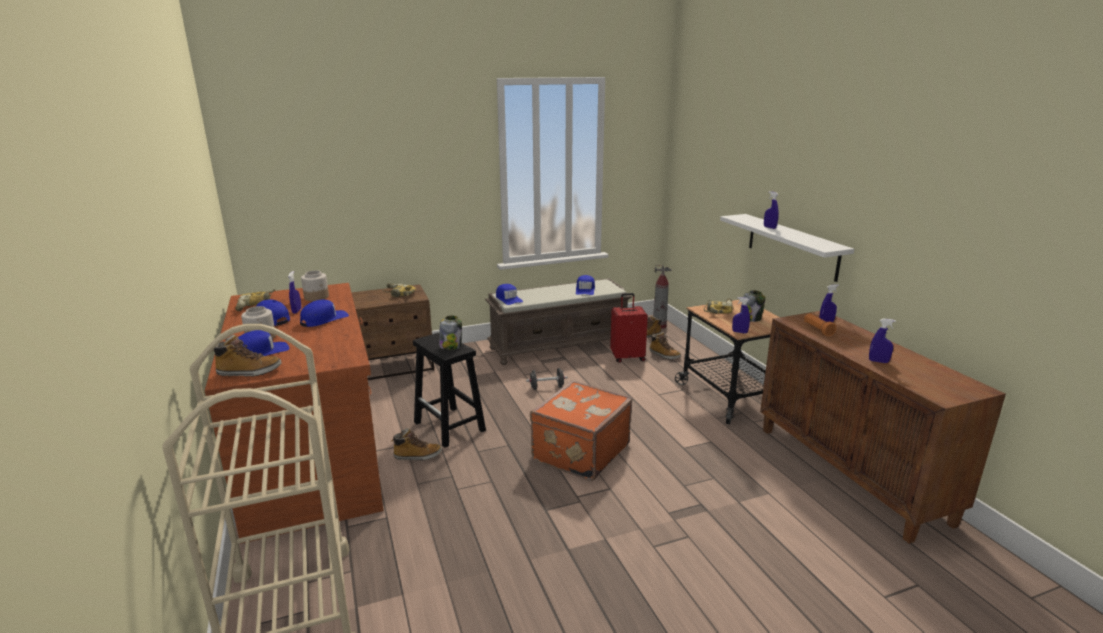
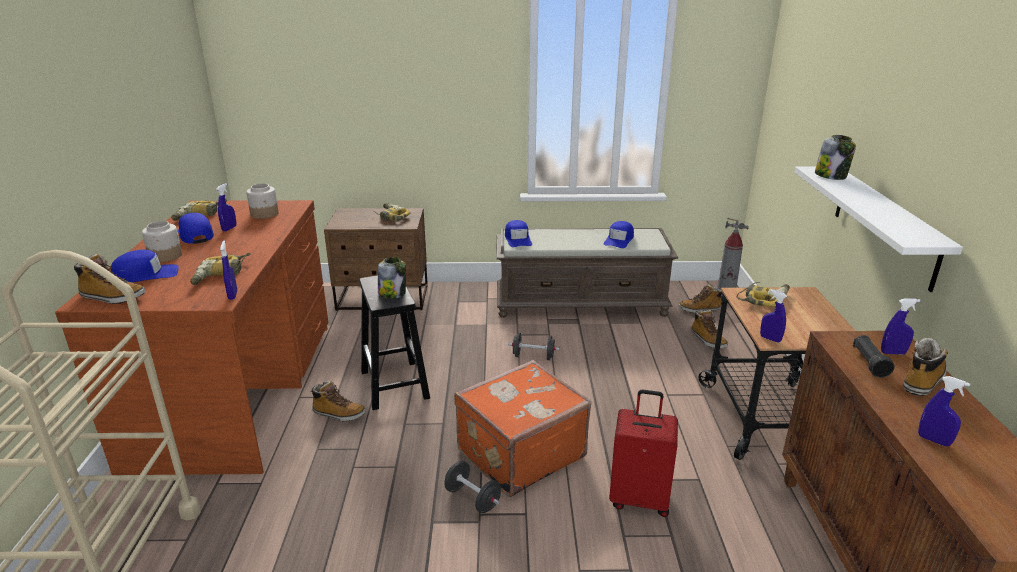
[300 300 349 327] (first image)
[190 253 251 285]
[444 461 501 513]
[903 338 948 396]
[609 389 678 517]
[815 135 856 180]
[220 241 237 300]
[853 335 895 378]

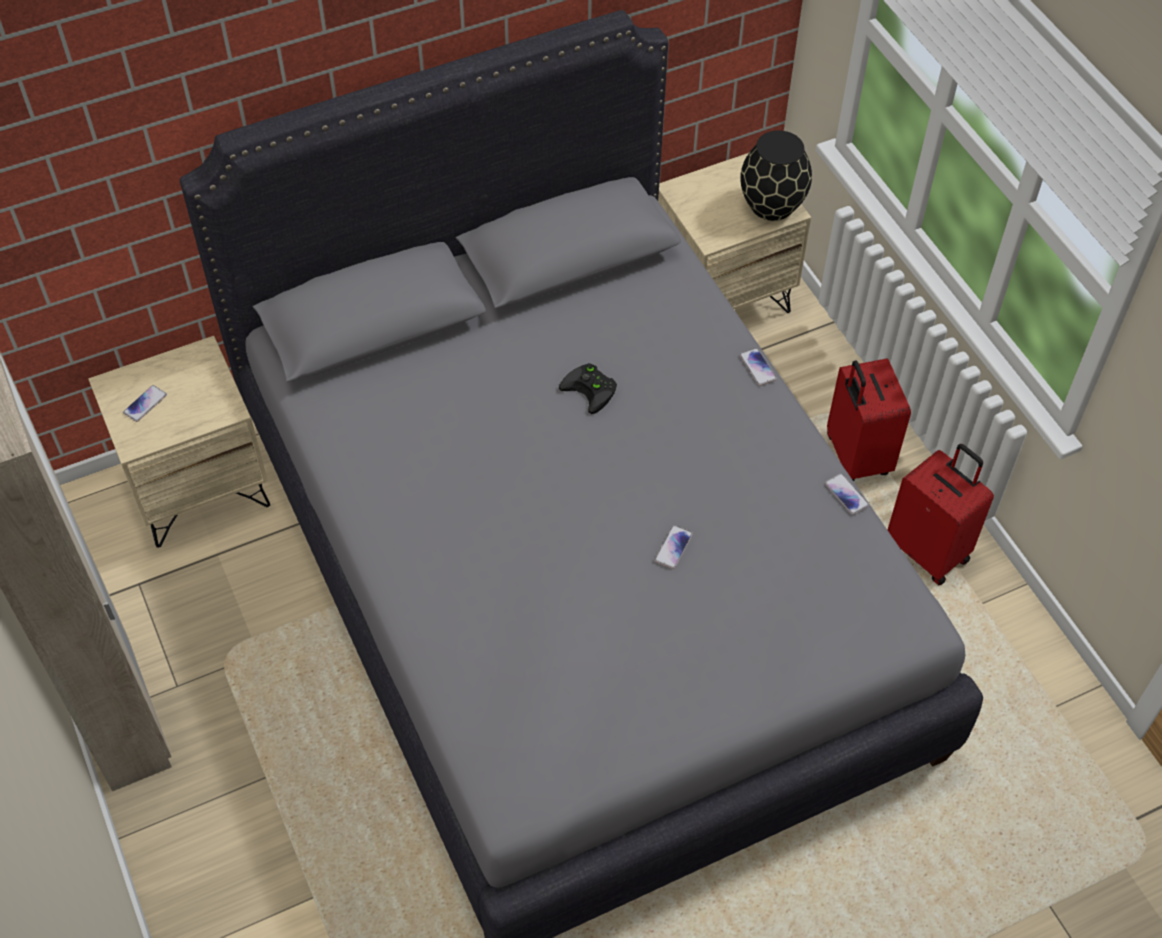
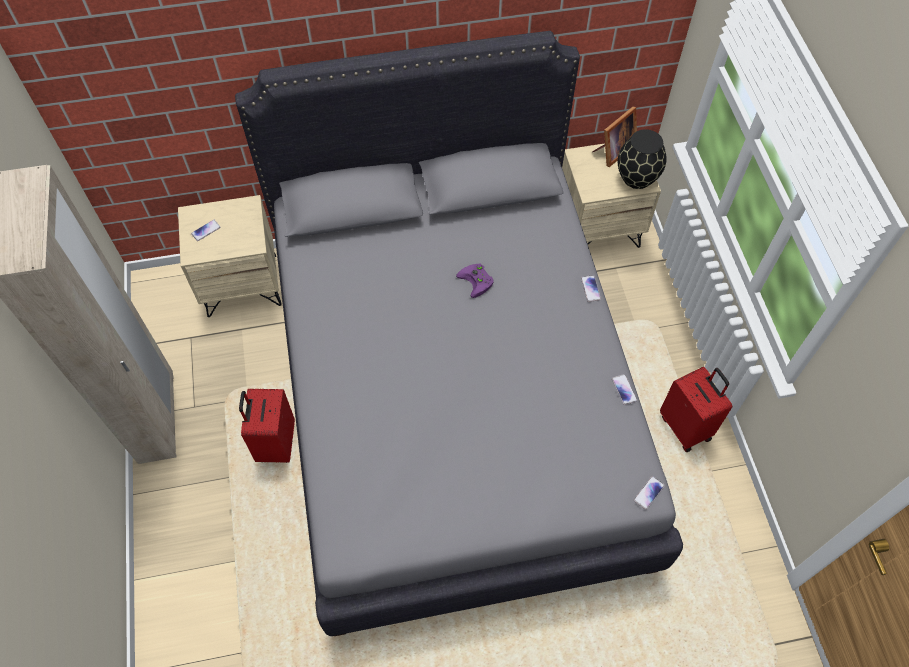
[592 106 637 167]
[634 476 665 510]
[239 389 295 463]
[456 263 494 298]

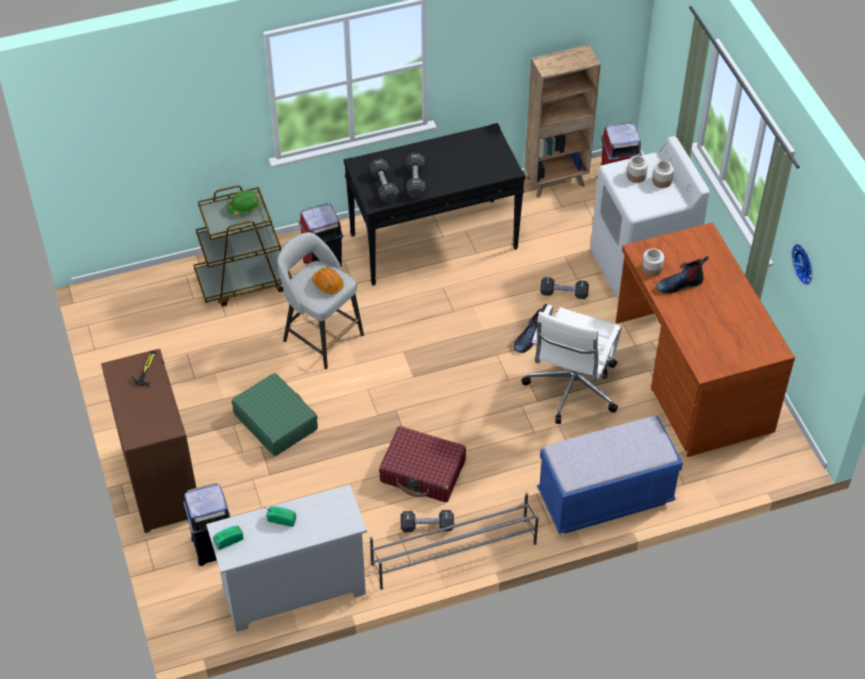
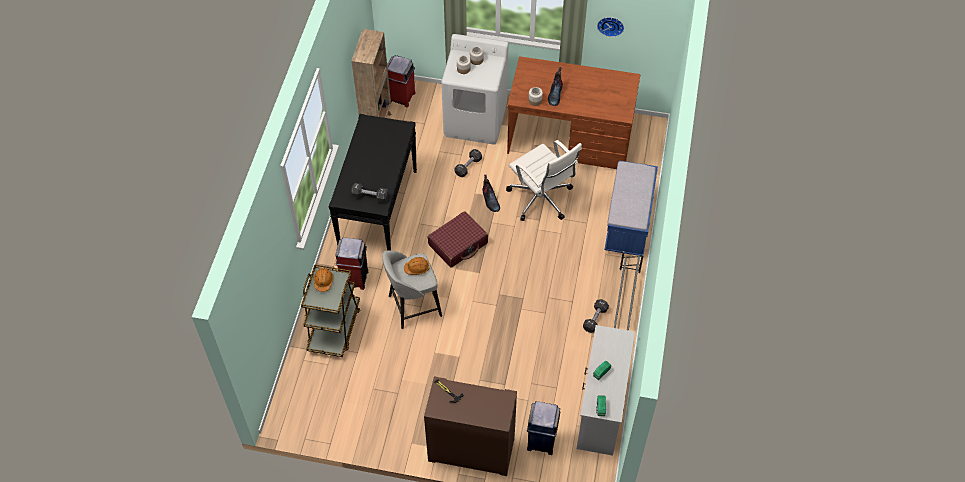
[232 373 318 456] (first image)
[406 153 425 197] (first image)
[428 211 488 268]
[314 268 333 292]

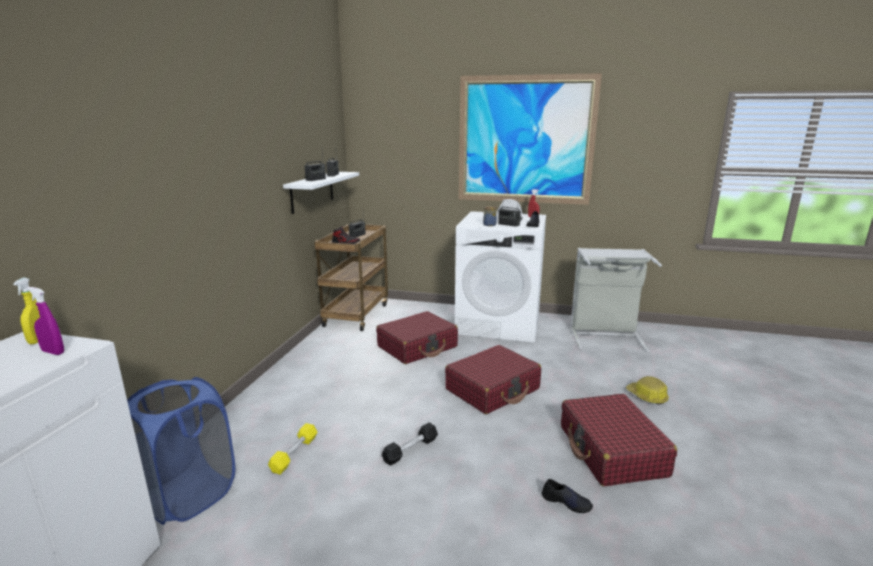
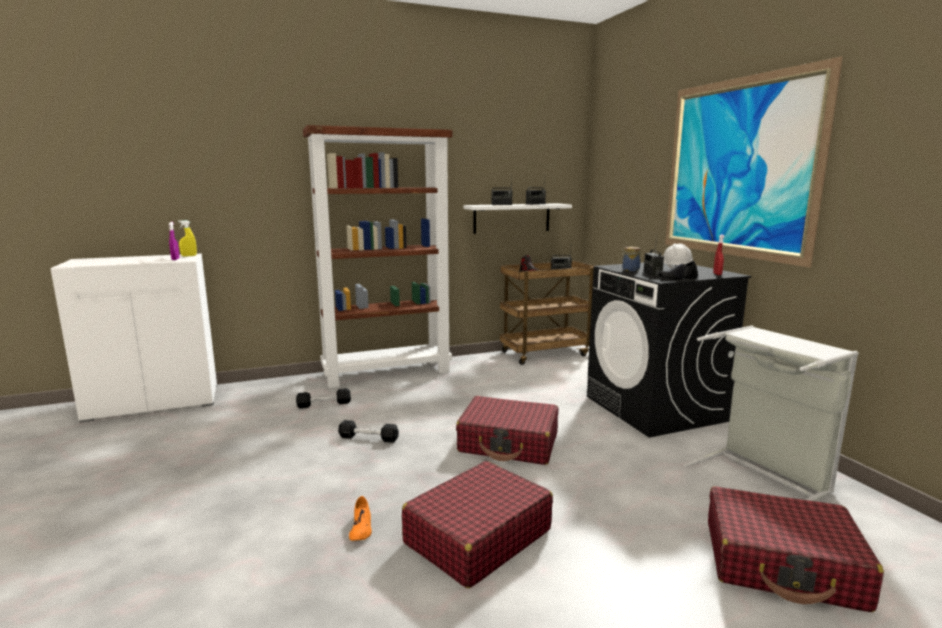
[127 377 235 525] (first image)
[626 376 669 405] (first image)
[303 125 452 388]
[708 486 884 612]
[296 388 351 409]
[587 263 751 438]
[349 496 372 541]

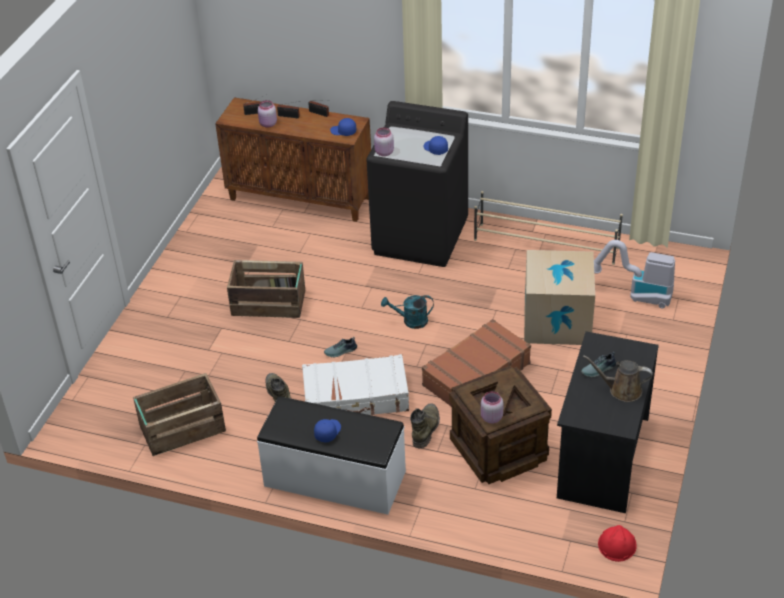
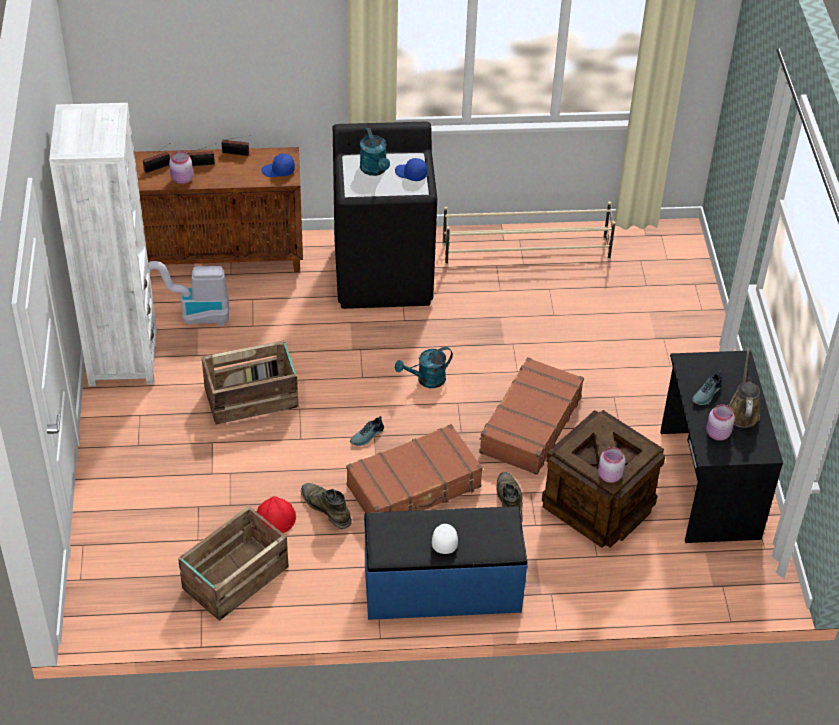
[524 250 595 345] (first image)
[49 103 157 386]
[360 128 390 176]
[706 404 735 441]
[148 261 229 326]
[256 496 296 533]
[364 506 528 620]
[346 424 483 513]
[432 524 458 554]
[728 348 760 428]

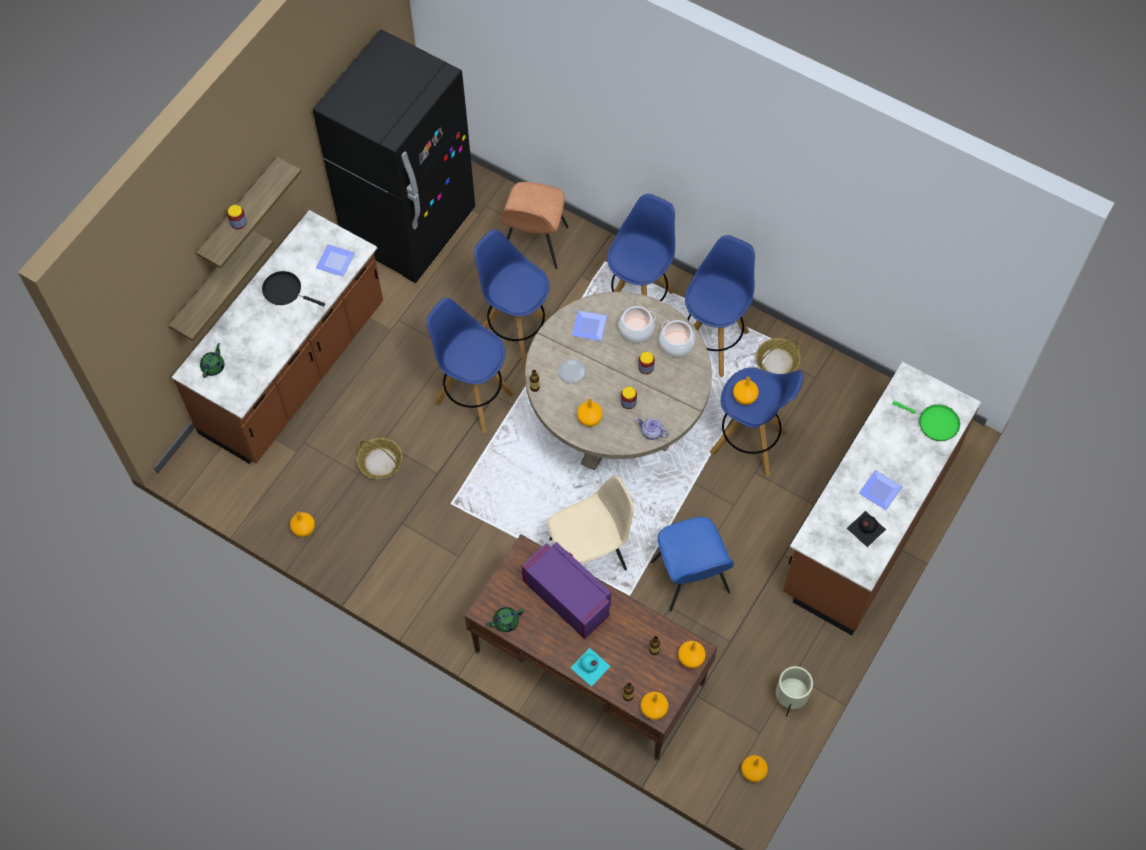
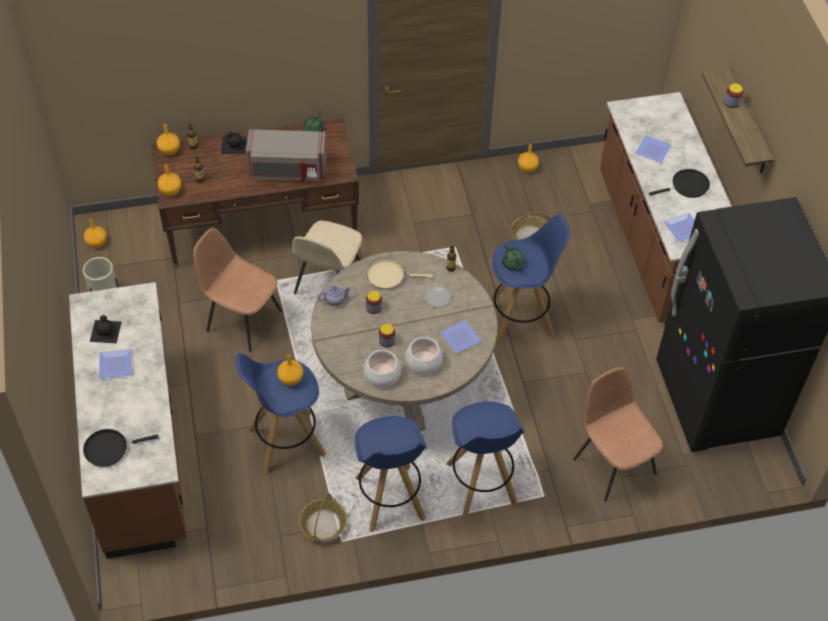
[168 231 273 341] (first image)
[474 229 549 367] (first image)
[635 135 671 163]
[502 244 525 271]
[366 258 433 290]
[246 129 327 181]
[221 131 247 154]
[193 228 282 352]
[83 429 159 467]

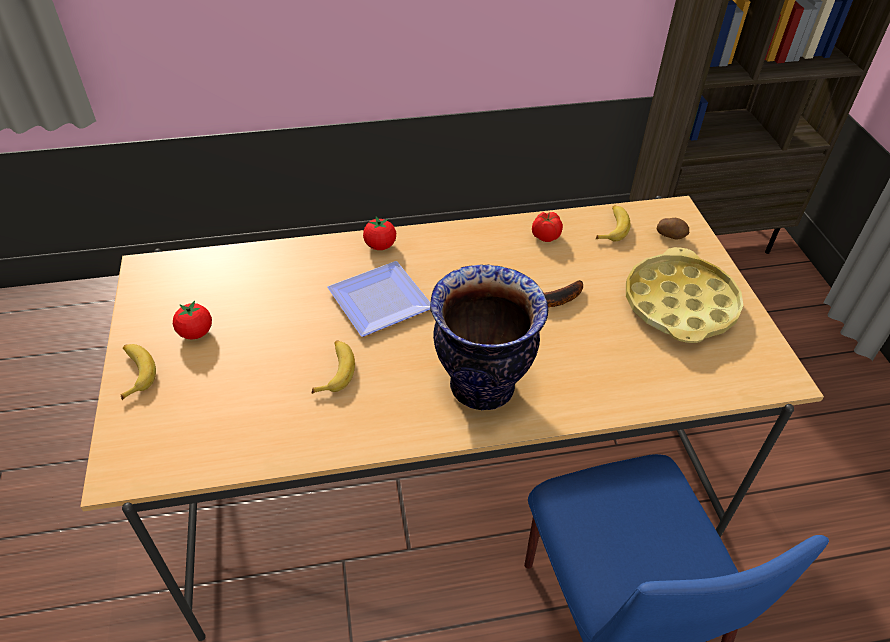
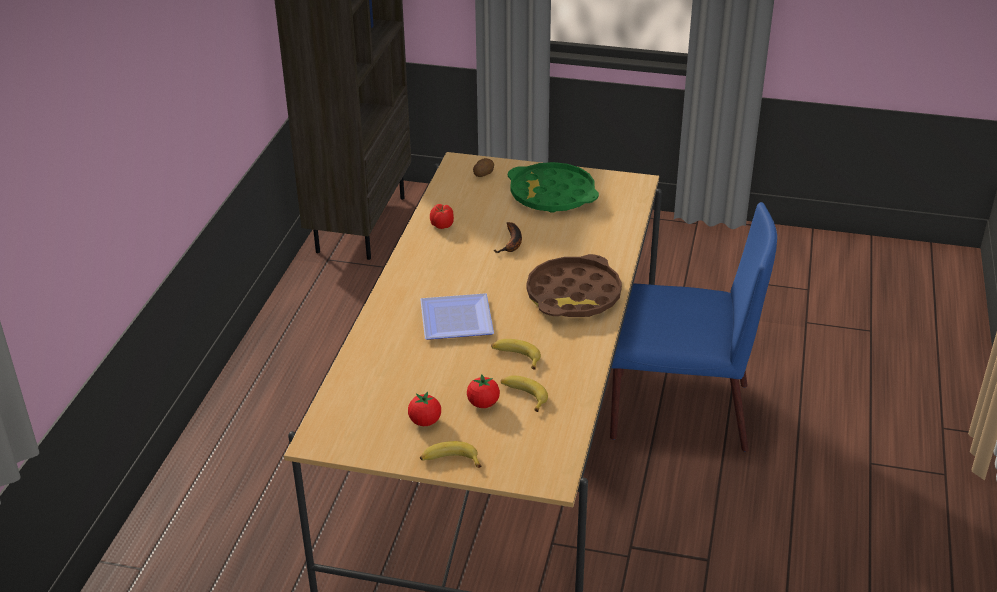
[467 374 500 408]
[501 375 548 412]
[526 254 622 317]
[508 162 599 213]

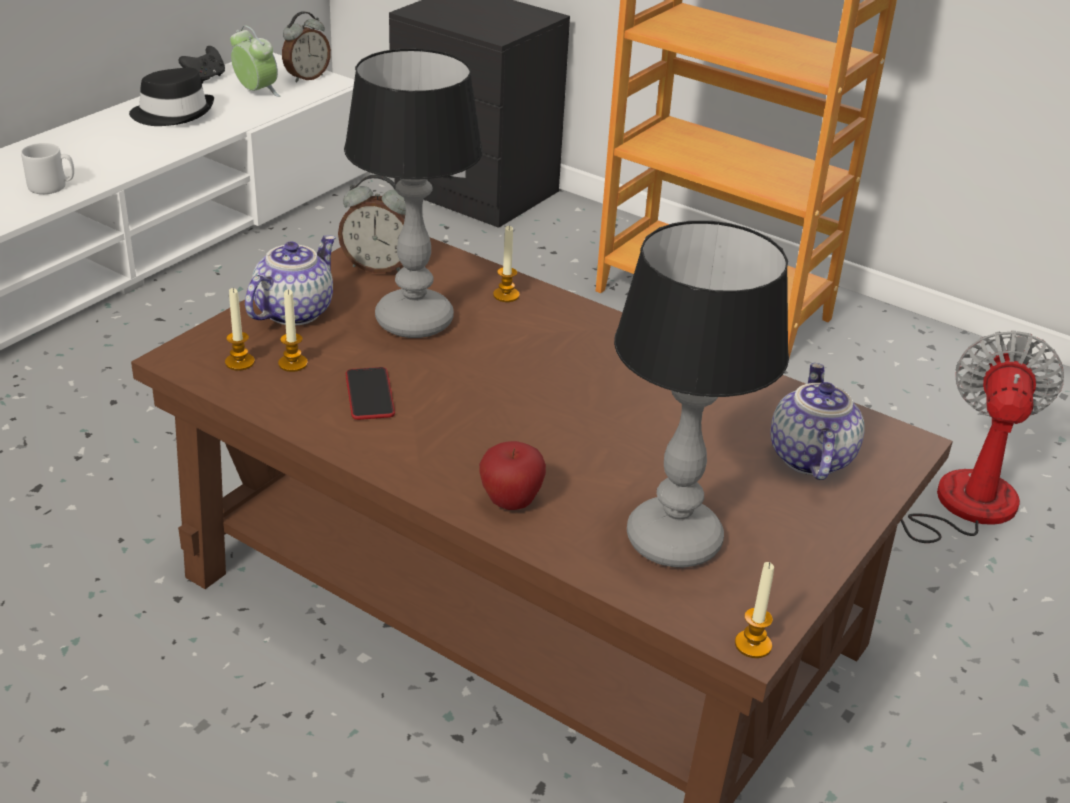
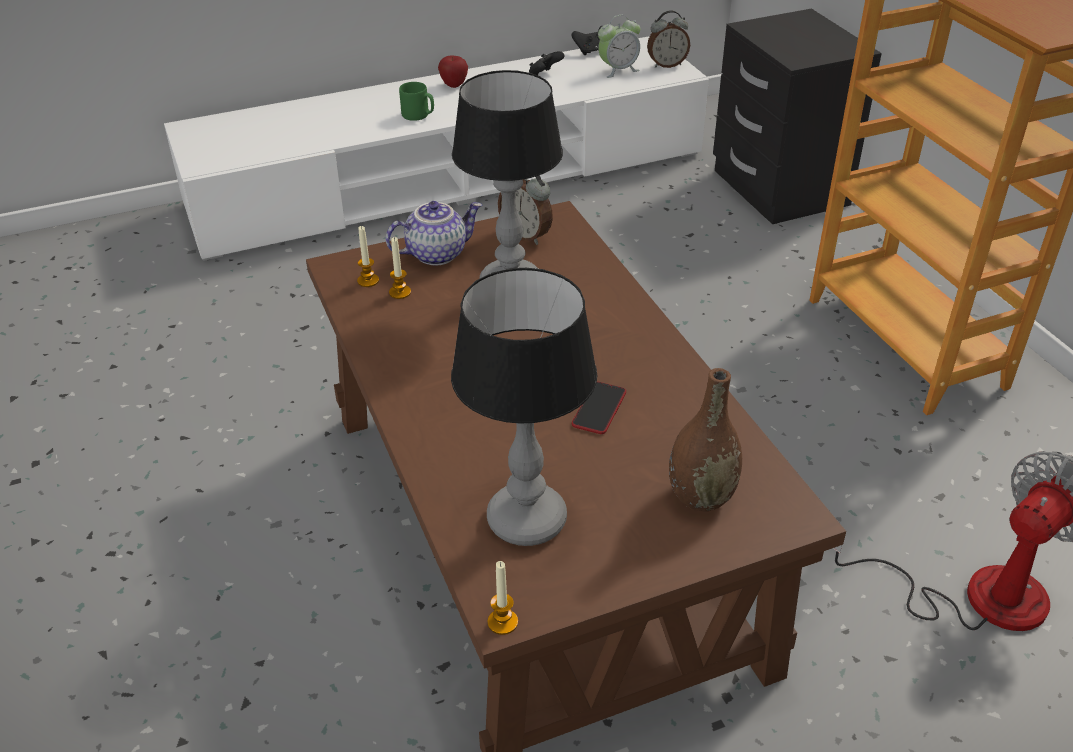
[493 225 520 302] (first image)
[572 382 626 434]
[438 55 468 88]
[529 51 564 75]
[669 368 742 512]
[399 82 434 121]
[598 15 640 78]

